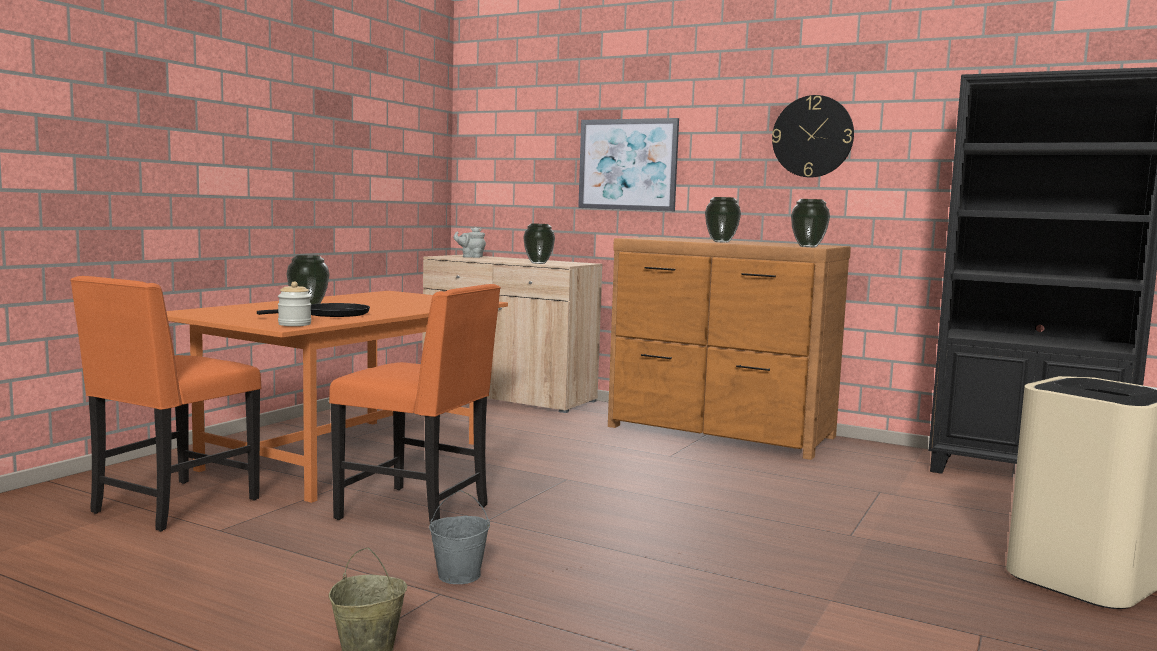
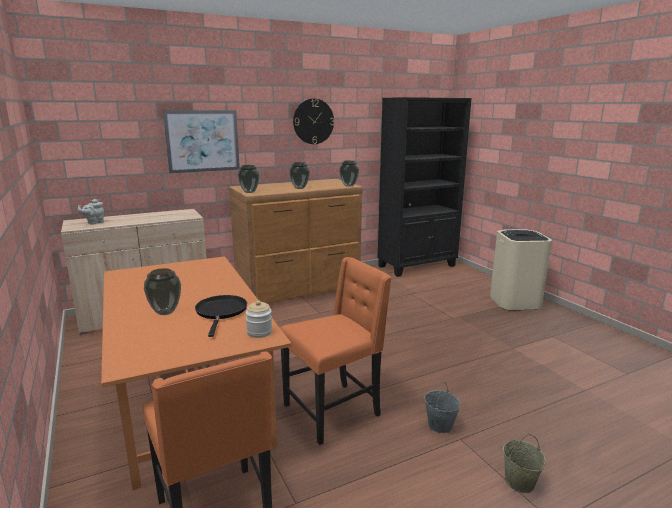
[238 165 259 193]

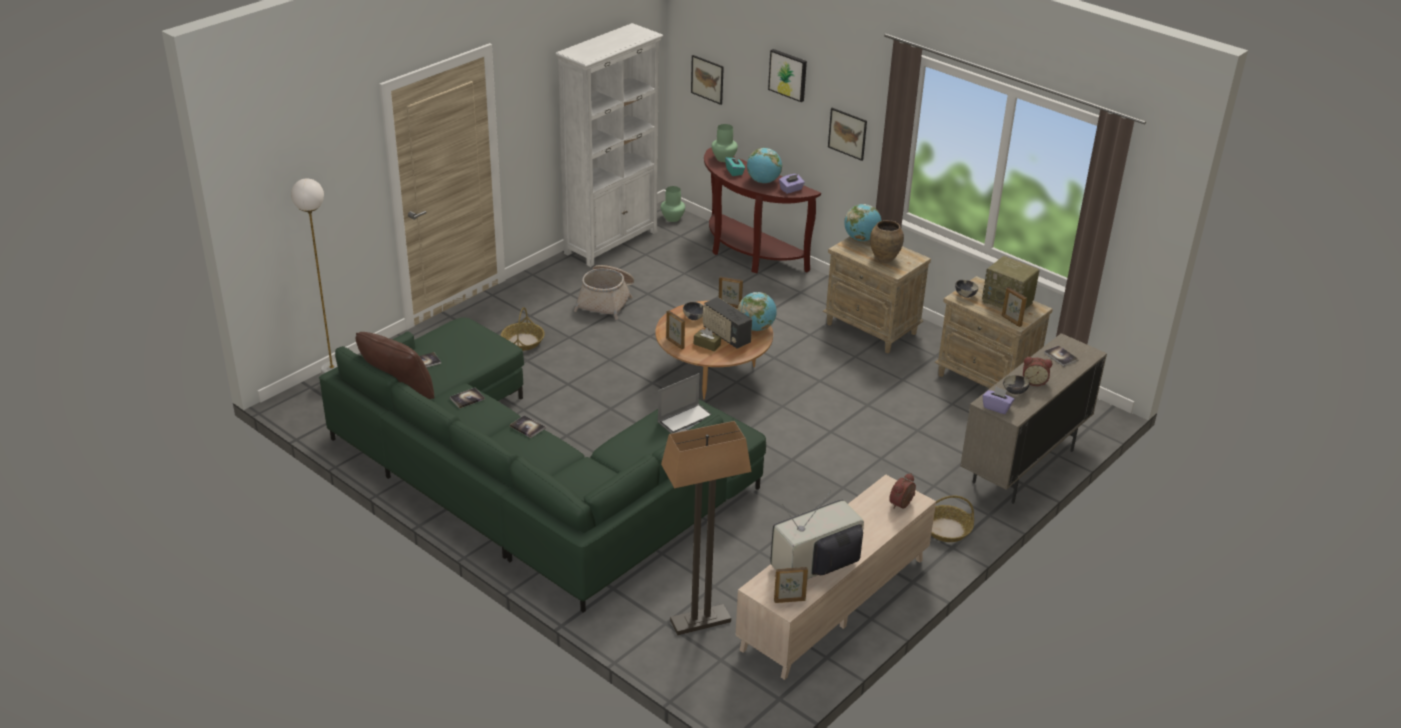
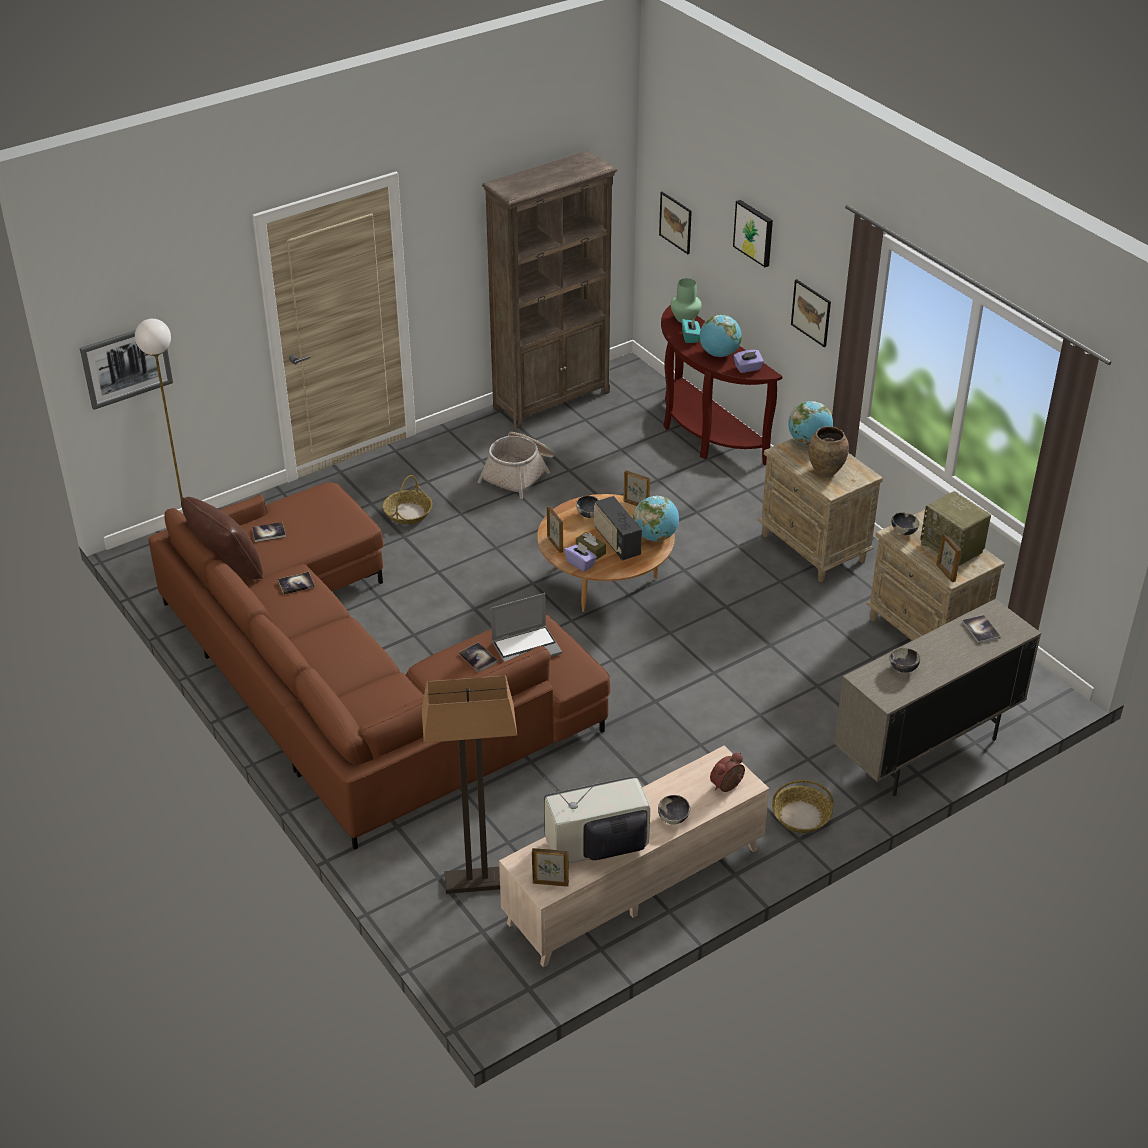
[661 186 685 222] (first image)
[1023 357 1052 386] (first image)
[80 330 173 410]
[658 795 690 824]
[459 642 498 672]
[564 542 597 572]
[148 482 610 850]
[482 150 617 429]

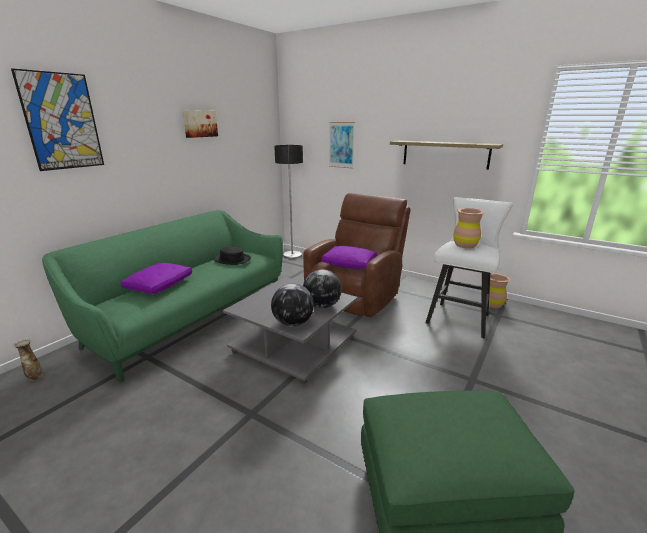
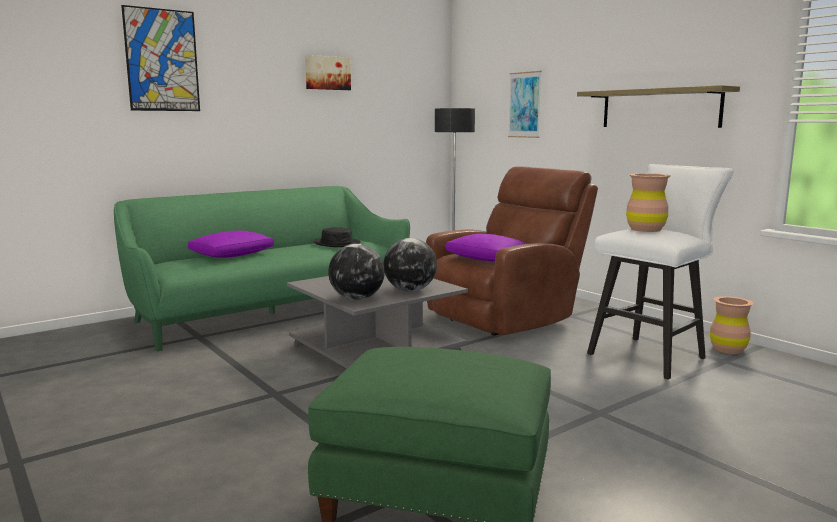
[13 339 43 381] (first image)

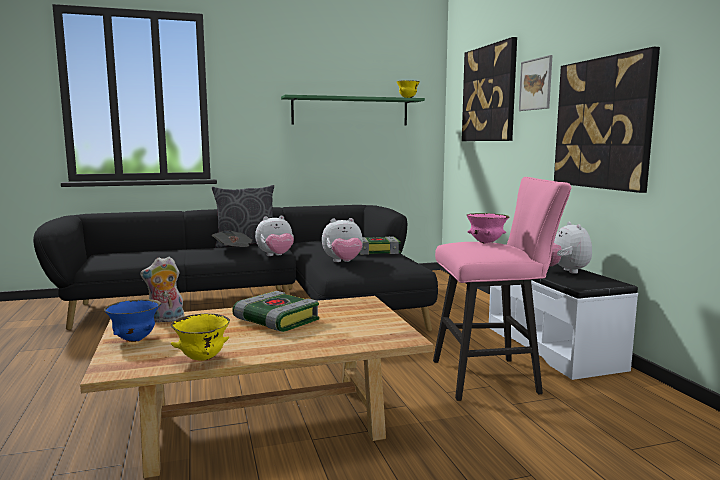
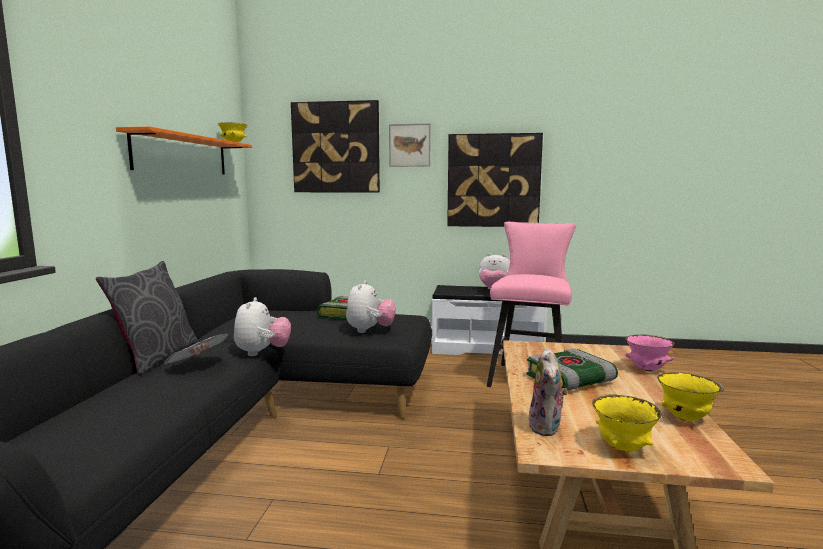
[625 334 675 371]
[592 394 662 452]
[116 126 252 174]

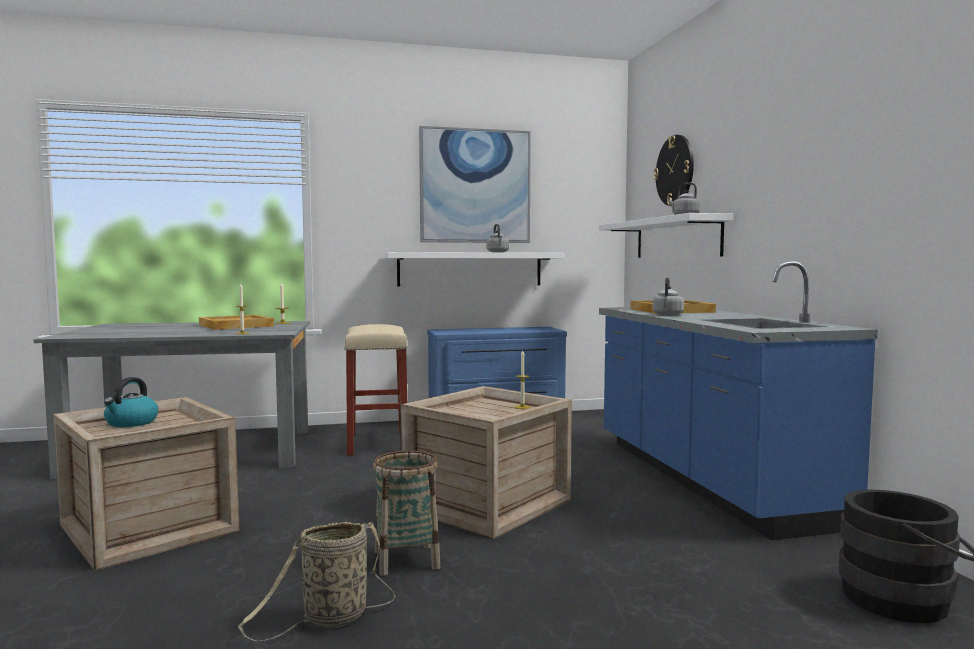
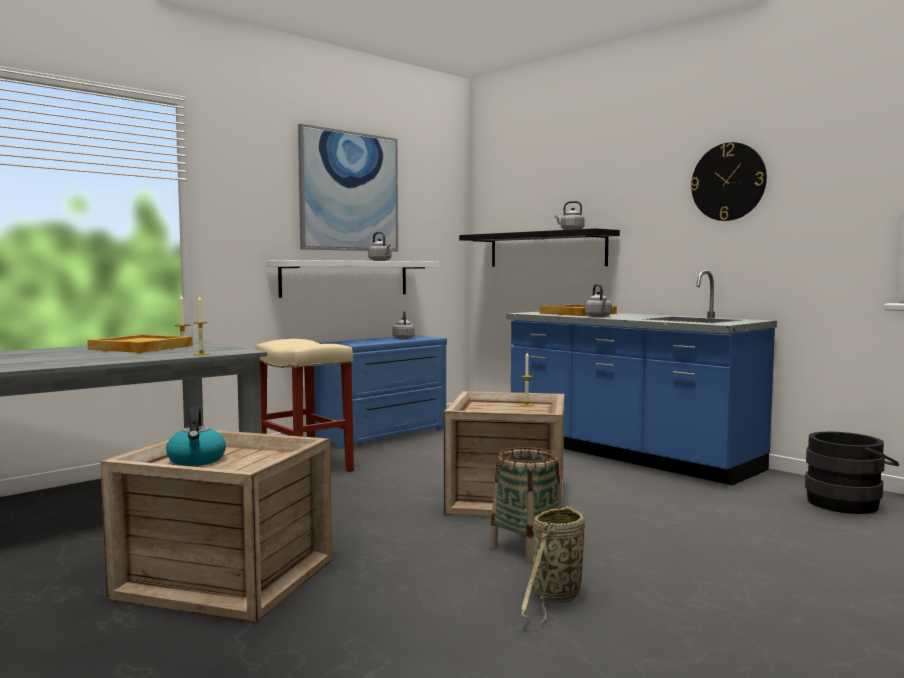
[392 311 415 339]
[691 142 767 221]
[459 228 620 267]

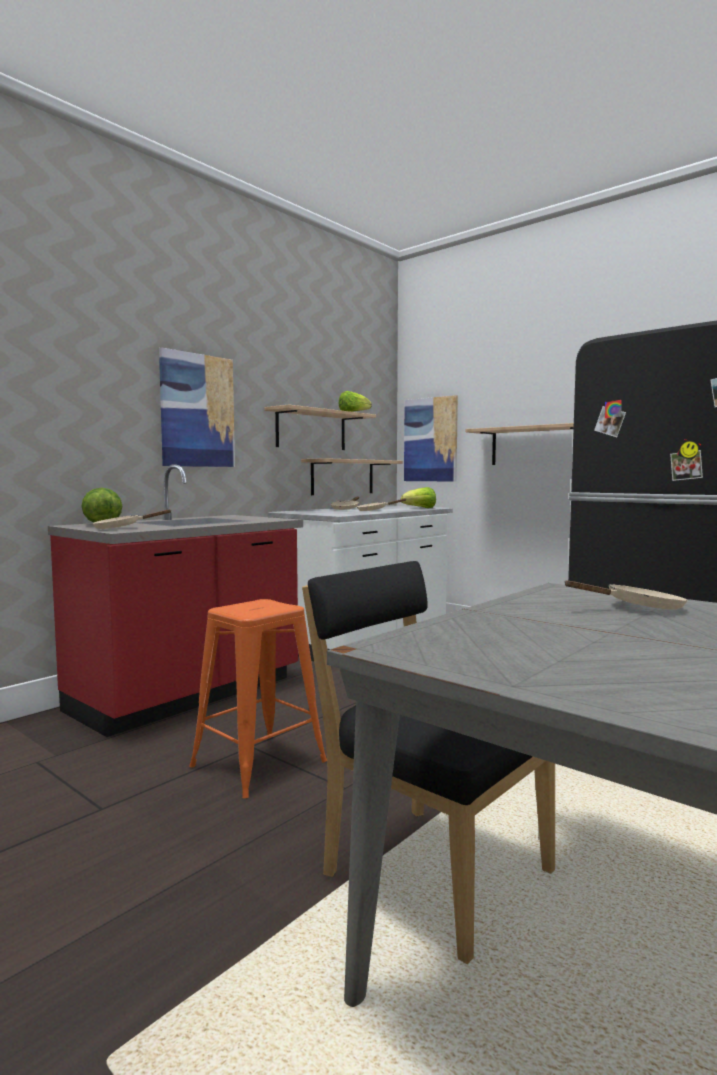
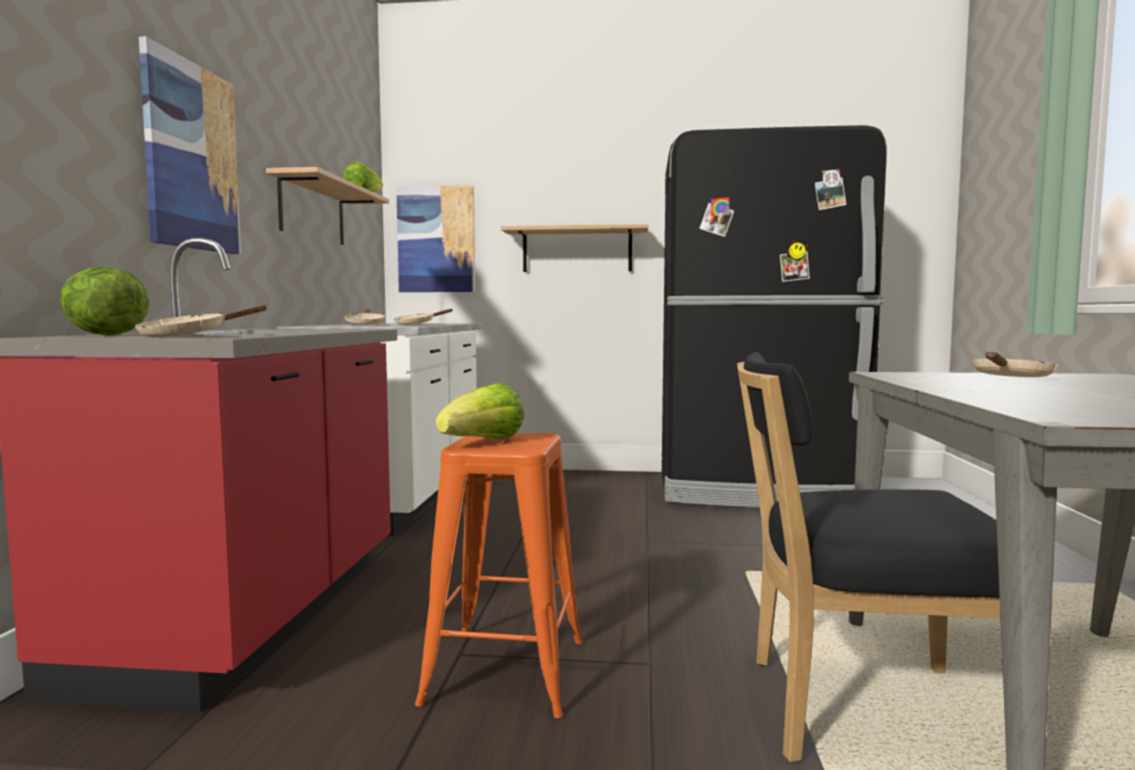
[301 458 403 495] (first image)
[436 383 525 439]

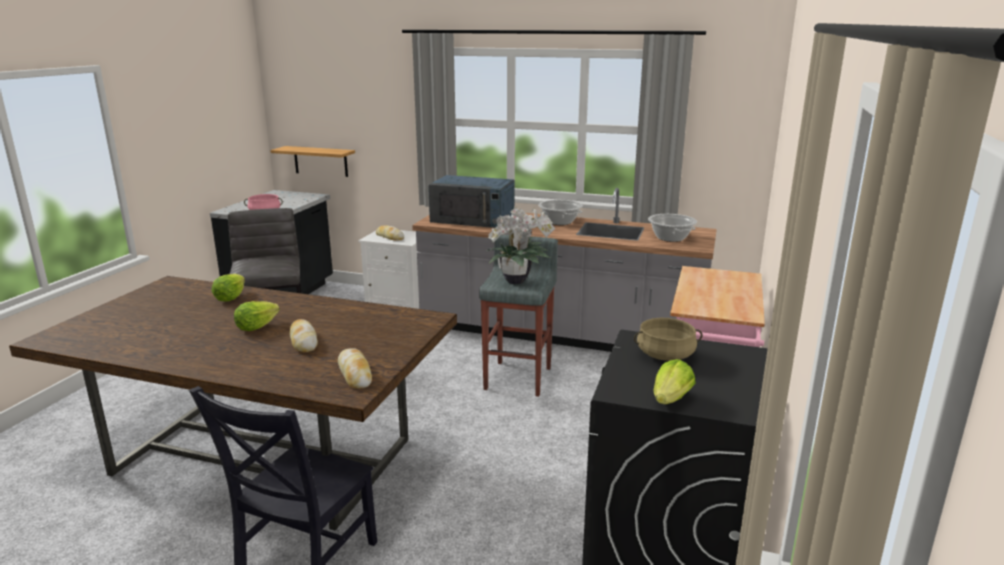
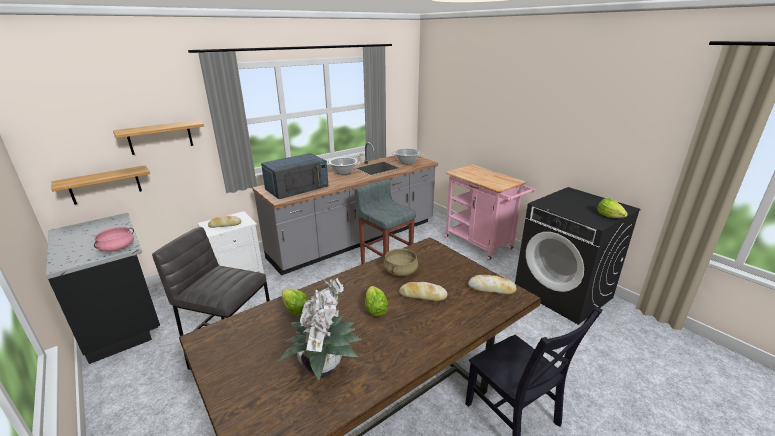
[113 120 204 155]
[278 278 362 380]
[384 248 418 276]

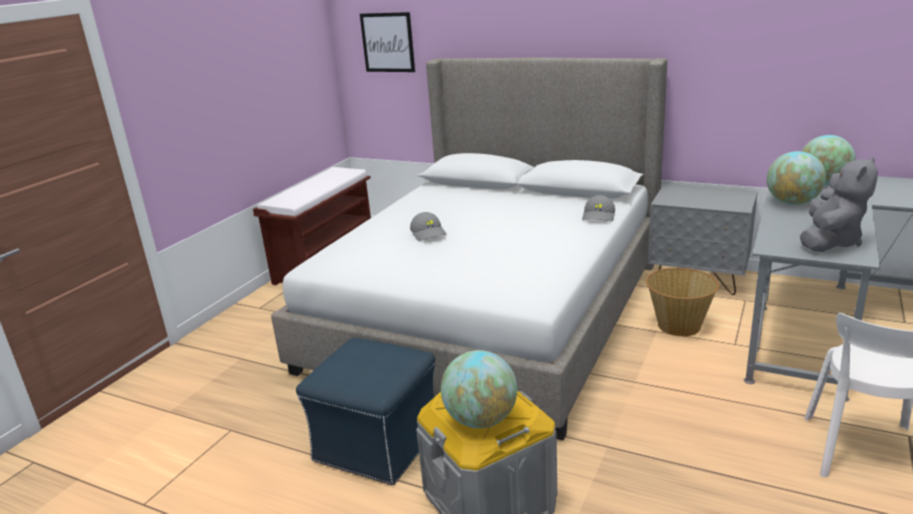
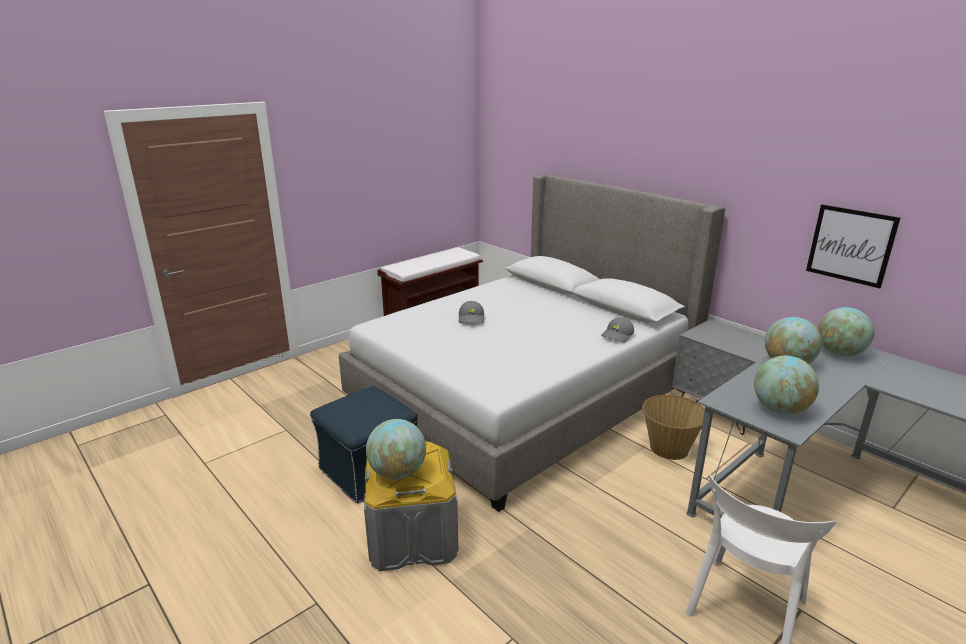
[806 204 901 288]
[754 356 819 414]

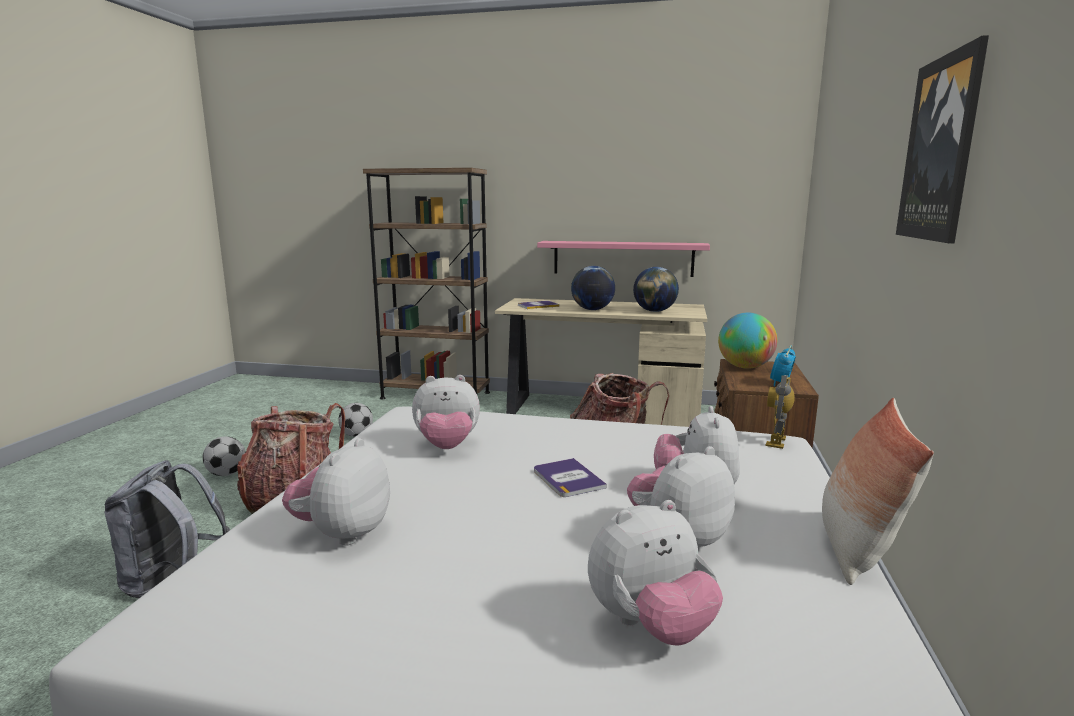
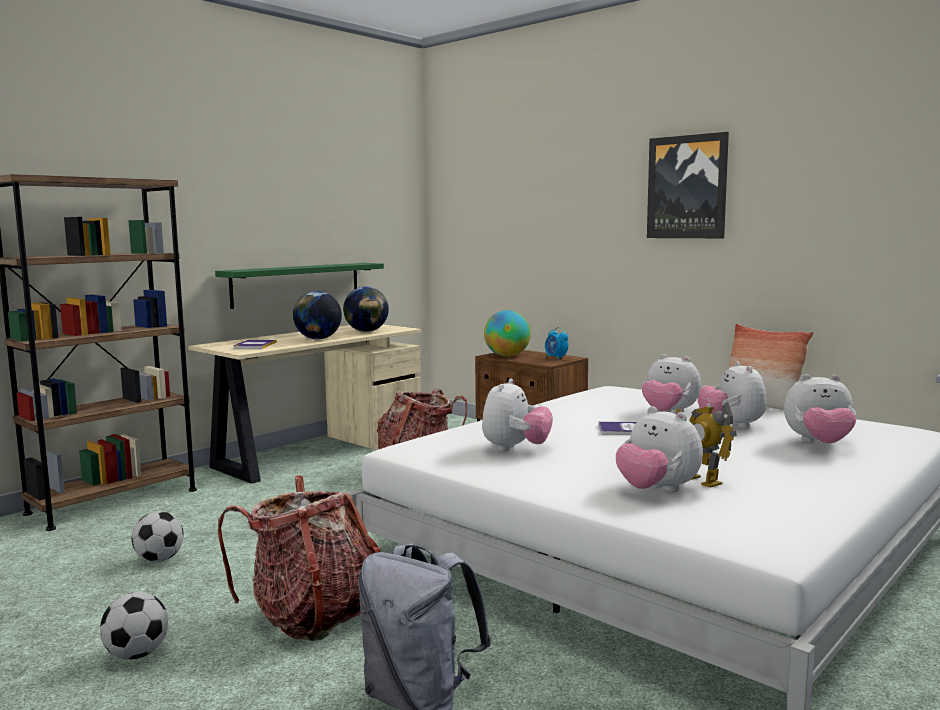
[676 402 737 488]
[215 263 384 309]
[784 374 856 443]

